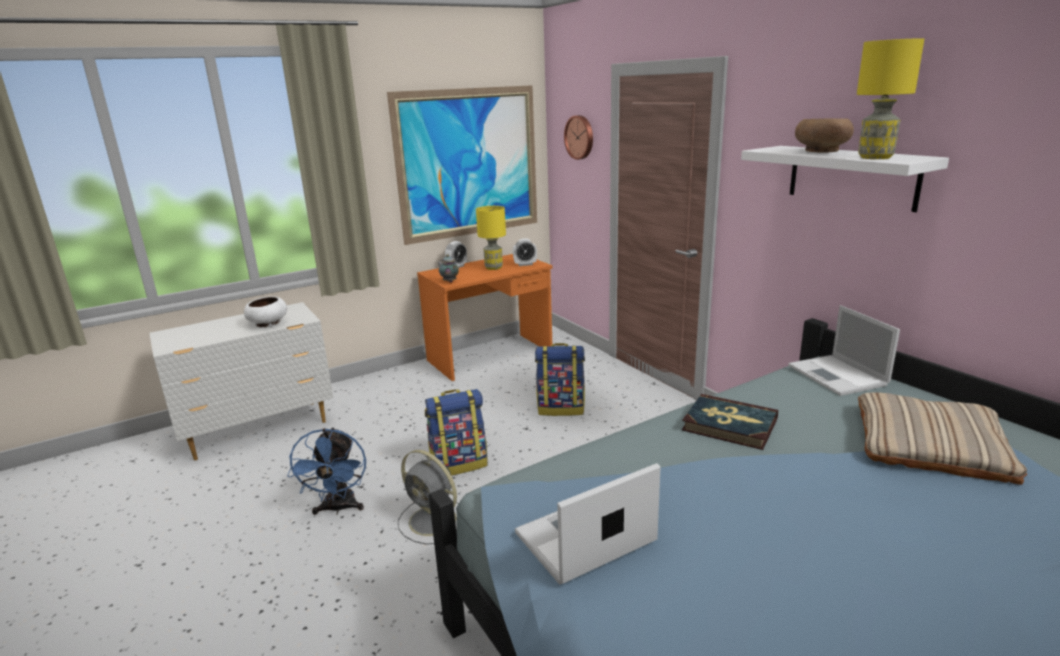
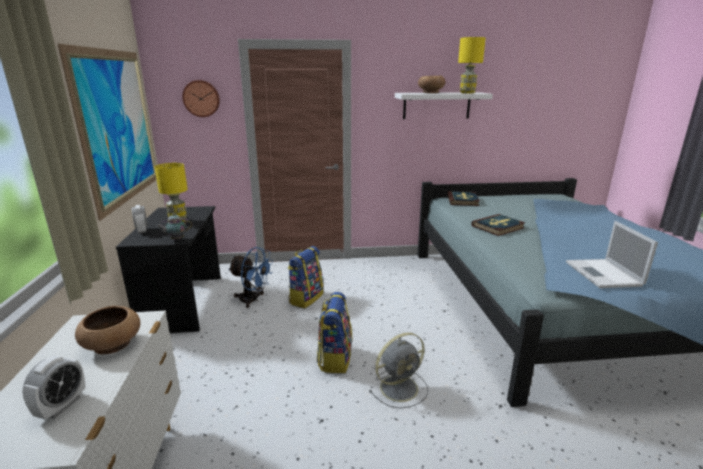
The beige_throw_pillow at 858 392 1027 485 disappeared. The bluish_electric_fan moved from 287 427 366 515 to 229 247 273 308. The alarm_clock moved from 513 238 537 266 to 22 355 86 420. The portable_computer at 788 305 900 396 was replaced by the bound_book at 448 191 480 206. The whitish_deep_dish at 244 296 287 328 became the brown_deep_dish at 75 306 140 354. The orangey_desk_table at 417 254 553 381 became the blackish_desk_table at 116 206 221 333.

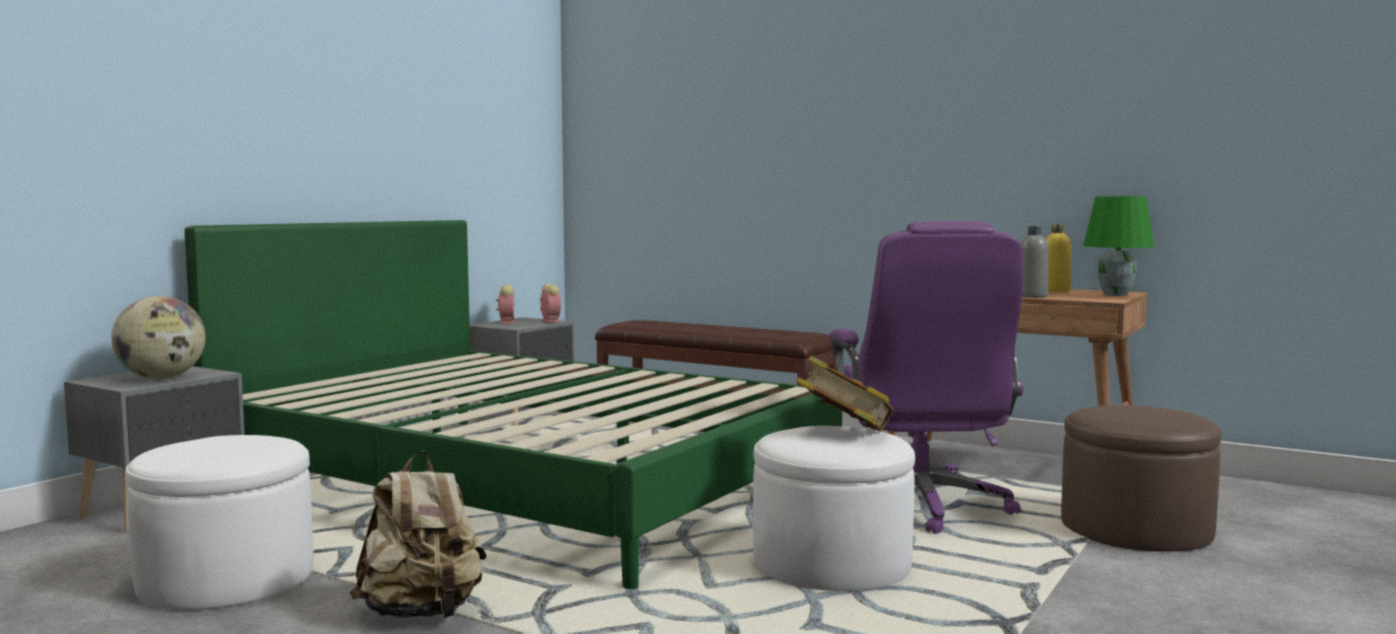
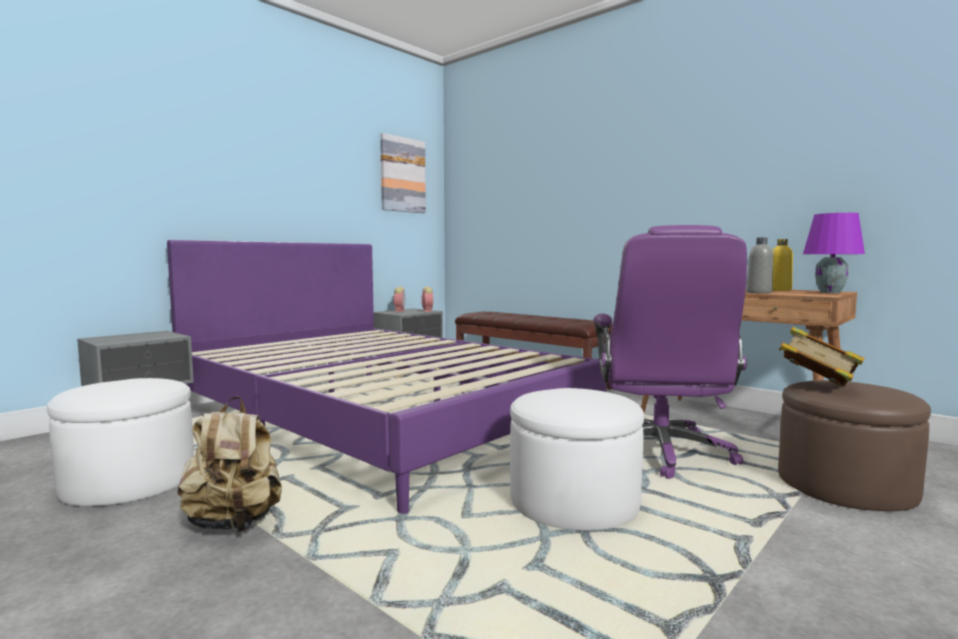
The world_globe at 111 296 206 379 disappeared. The wall_picture at 380 133 426 213 appeared. The bound_book moved from 796 356 893 431 to 779 327 865 386. The greenish_bedroom_bed at 184 220 842 589 became the purplish_bedroom_bed at 167 240 606 514. The greenish_tabletop_lamp at 1083 196 1154 296 became the purplish_tabletop_lamp at 803 213 865 293.

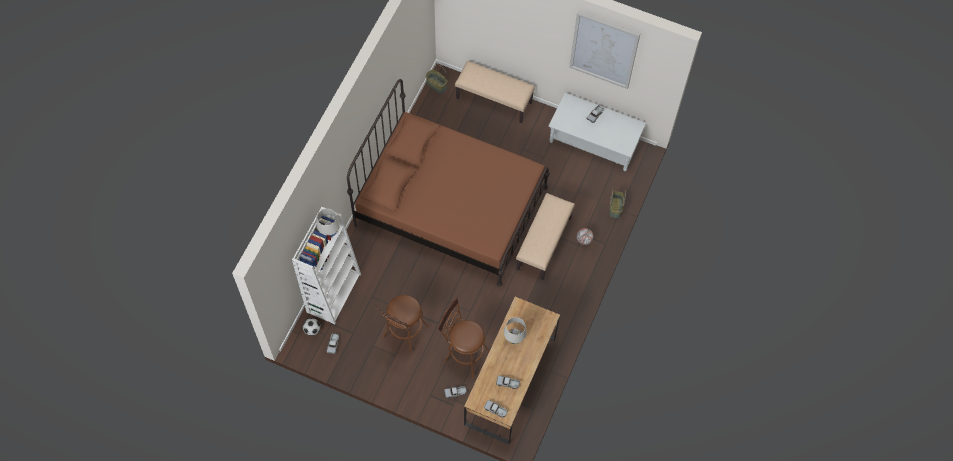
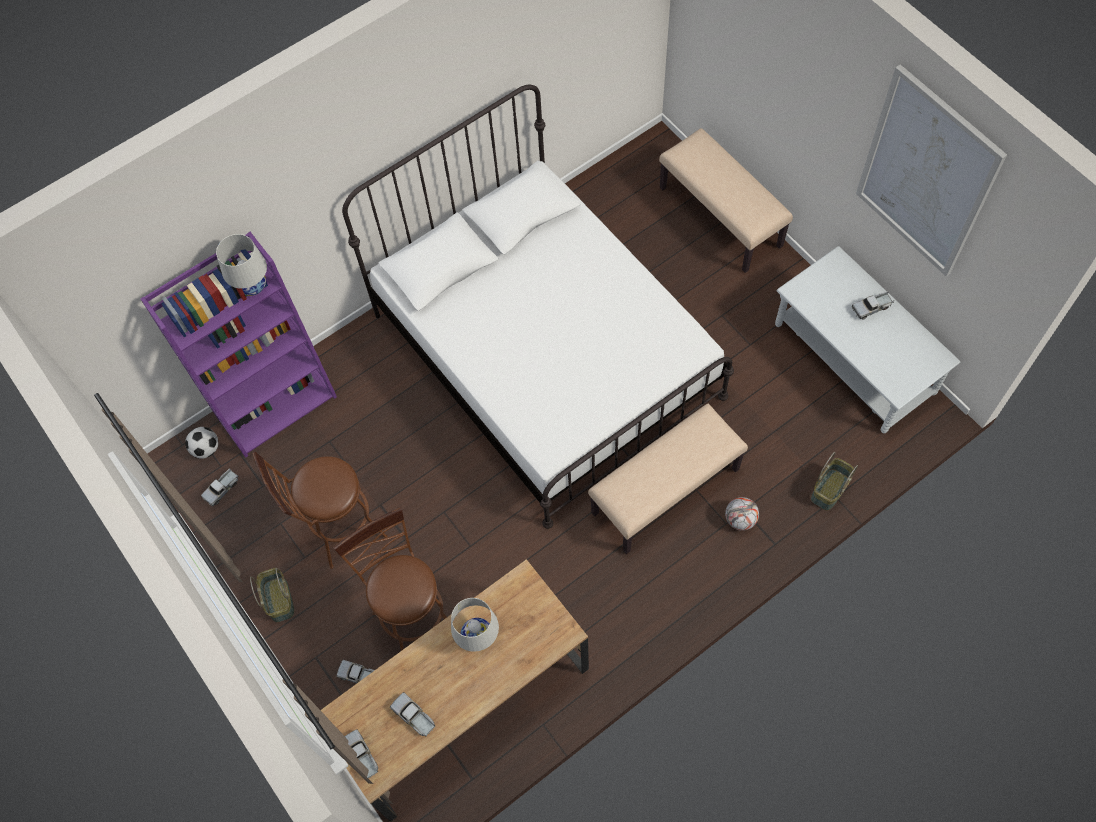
The storage_basket moved from 426 64 447 94 to 250 568 294 622. The whitish_bookshelf at 292 206 361 324 became the purplish_bookshelf at 141 232 337 458. The brown_bedroom_bed at 347 79 550 287 became the whitish_bedroom_bed at 342 84 734 529.

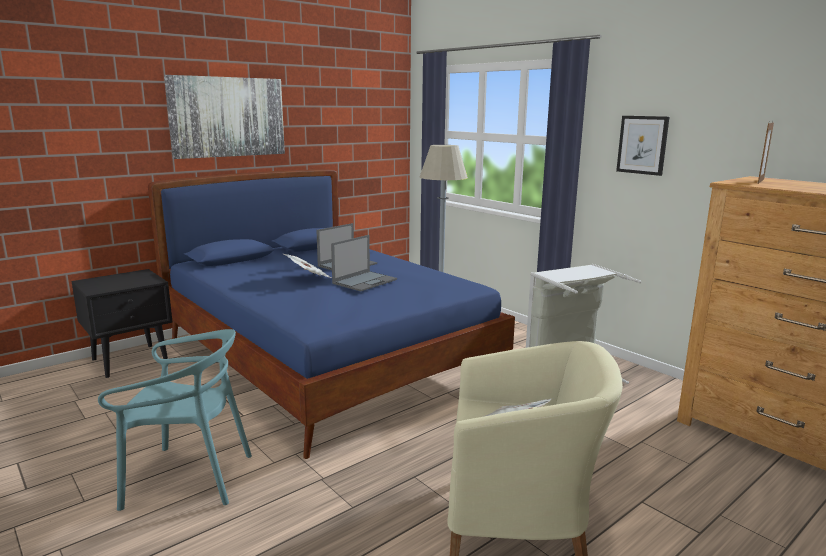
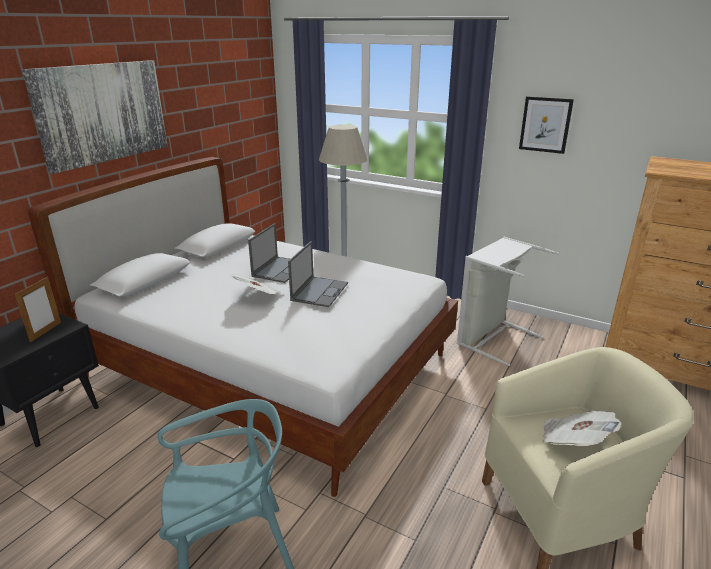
The photo_frame moved from 758 121 774 184 to 15 277 61 342. The bluish_bedroom_bed at 148 169 515 459 became the whitish_bedroom_bed at 28 157 458 497.

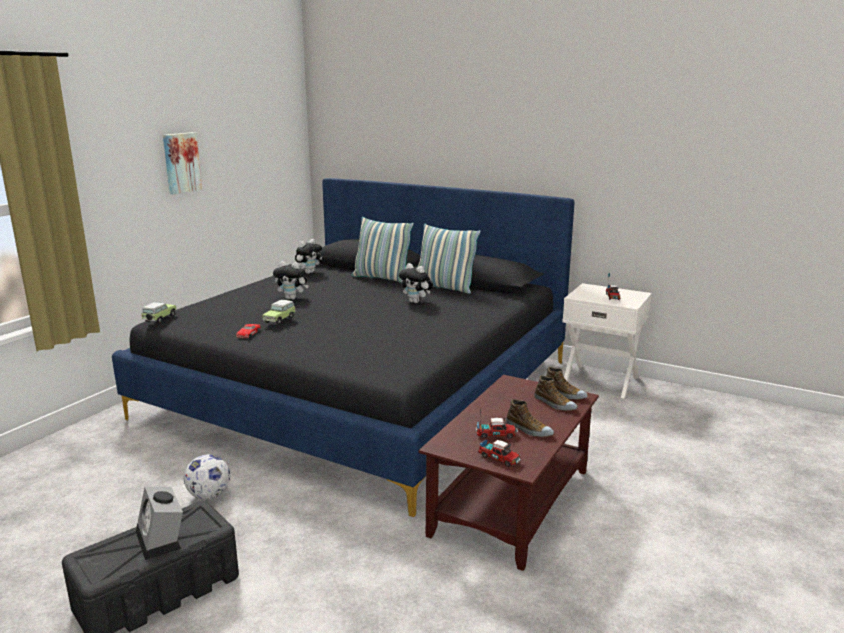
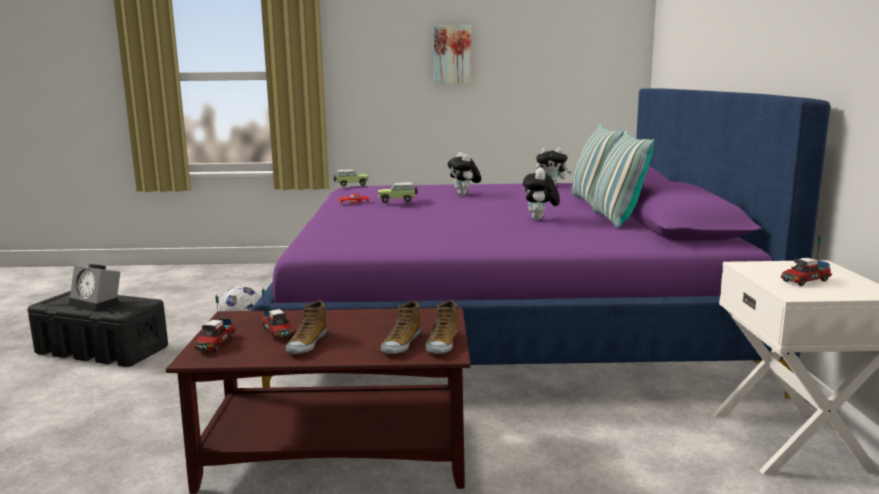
The blackish_bedroom_bed at 112 178 575 517 became the purplish_bedroom_bed at 251 88 831 398. The alarm_clock at 136 486 183 560 turned 90 degrees counterclockwise.

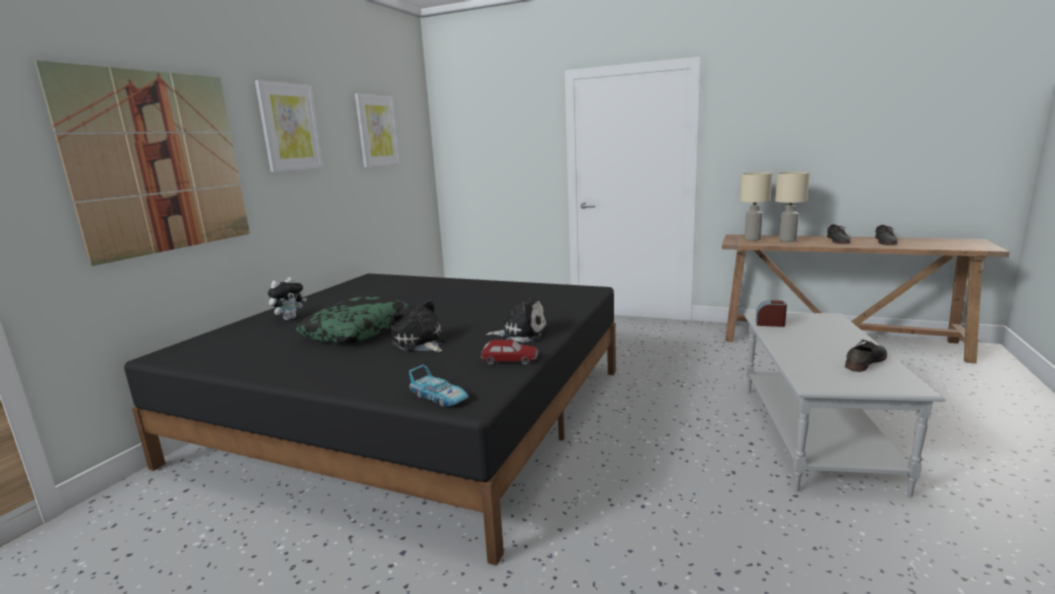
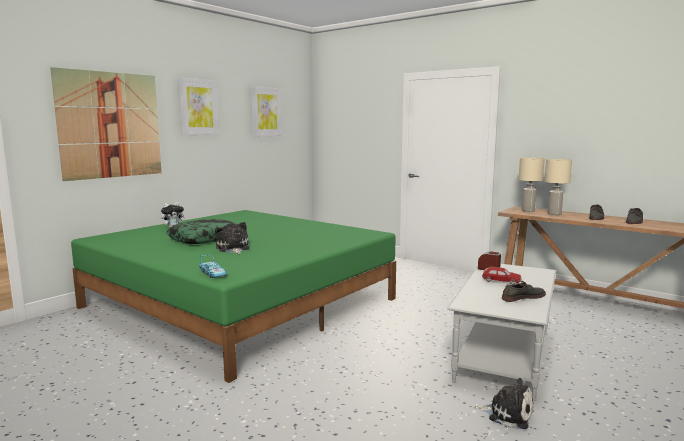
The toy_car moved from 481 340 538 365 to 482 267 522 285. The cuddly_toy moved from 486 296 547 342 to 473 378 534 429. The blackish_bedroom_bed at 124 273 616 566 became the greenish_bedroom_bed at 71 210 396 383.

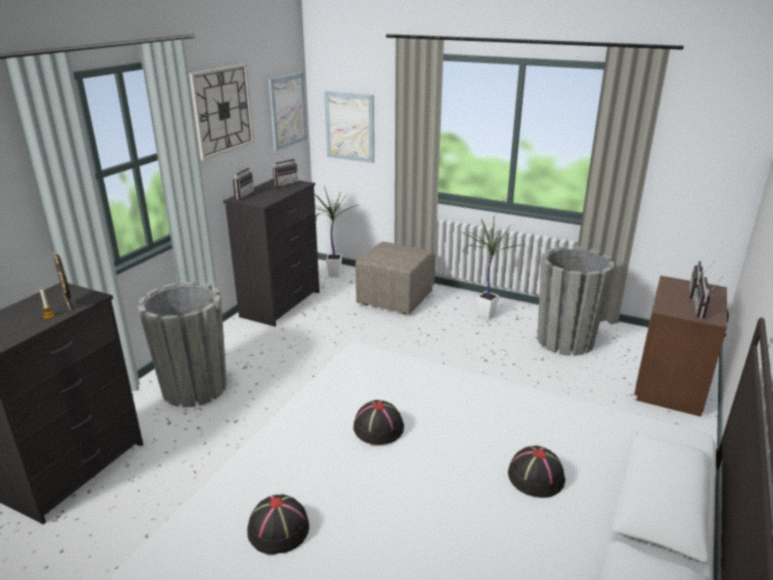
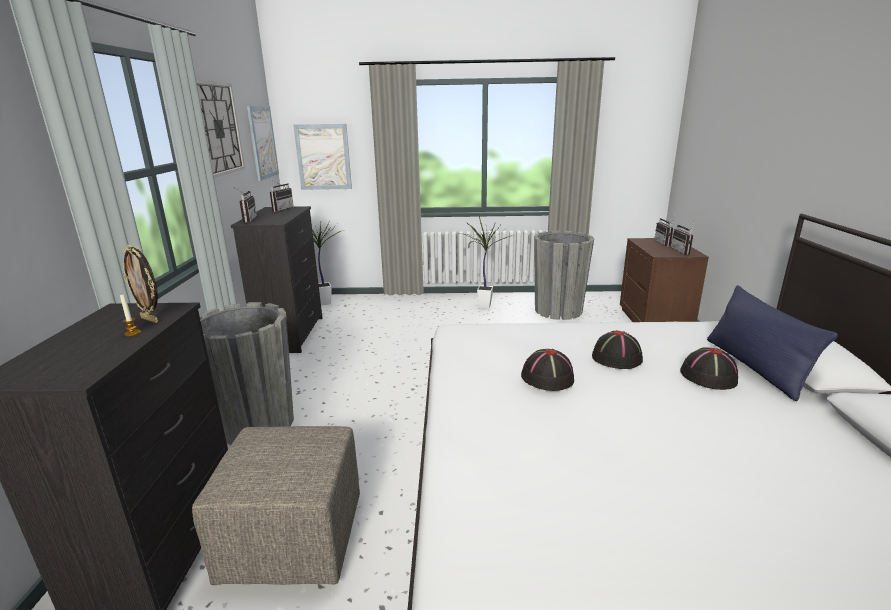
The bluish_throw_pillow at 707 285 838 401 appeared. The blackish_clothing_hat moved from 247 494 309 555 to 592 330 643 369. The beige_ottoman moved from 355 242 433 314 to 192 426 360 585.

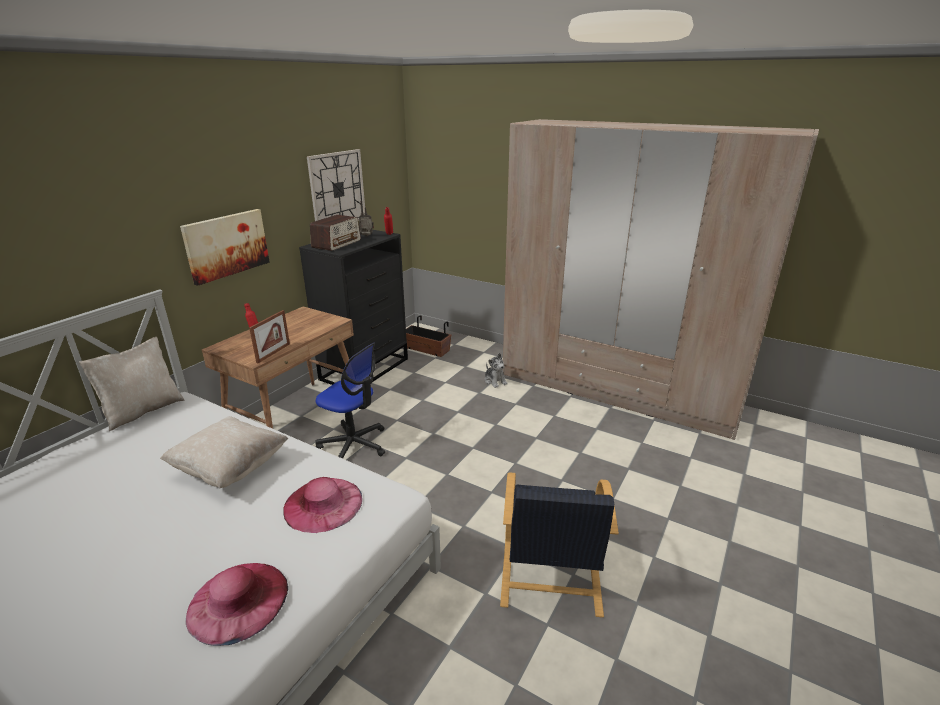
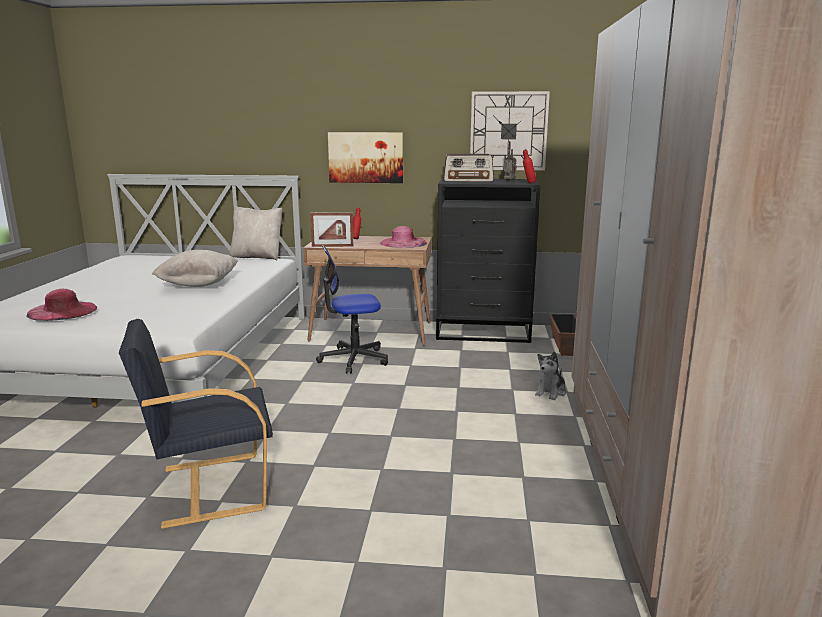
The pinkish_clothing_hat moved from 283 477 362 533 to 380 226 427 248. The desk_chair at 315 342 385 459 turned 75 degrees clockwise.

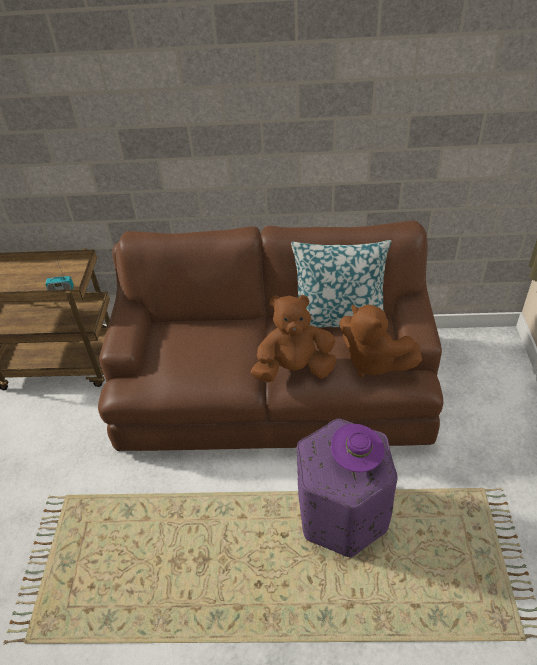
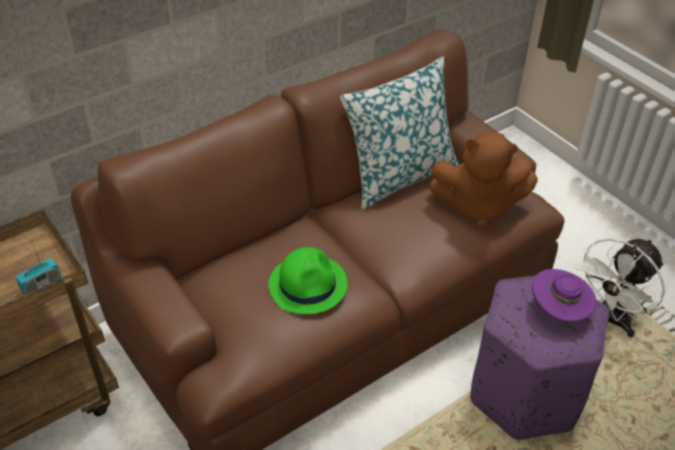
The brown_cuddly_toy at 251 295 336 382 disappeared. The greenish_clothing_hat at 268 247 347 314 appeared. The whitish_electric_fan at 575 238 665 337 appeared.

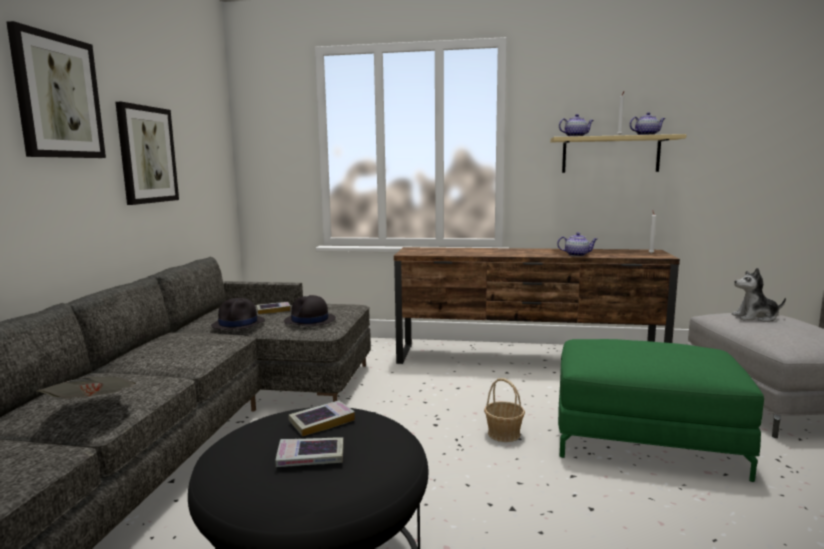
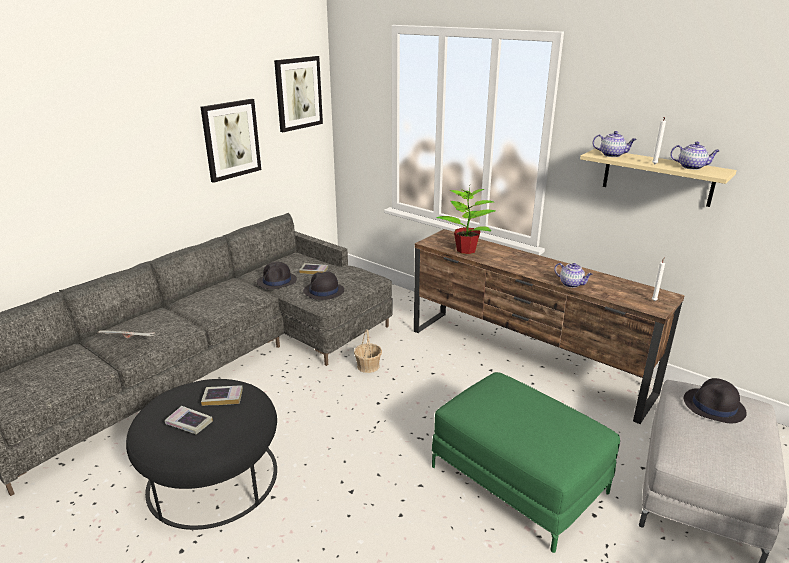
The plant_in_a_pot at 436 183 496 254 appeared. The wall_picture moved from 7 21 106 158 to 274 56 323 132. The storage_basket moved from 484 378 525 442 to 354 329 382 373. The cuddly_toy at 732 268 786 322 was replaced by the blackish_clothing_hat at 684 378 747 423.

